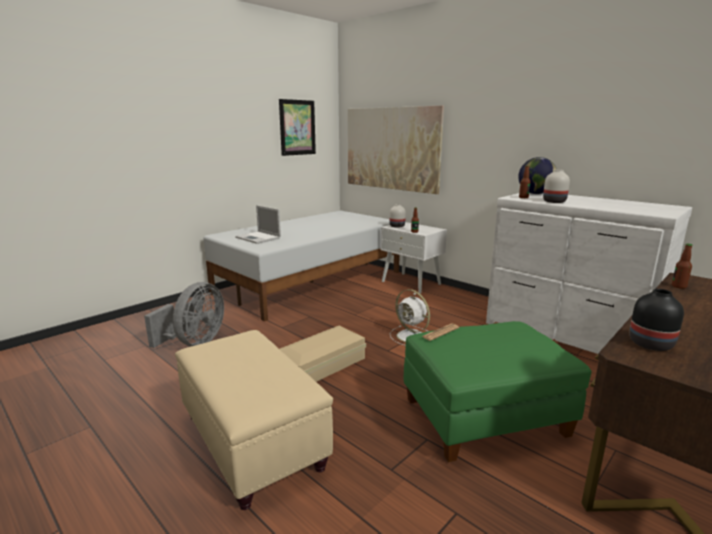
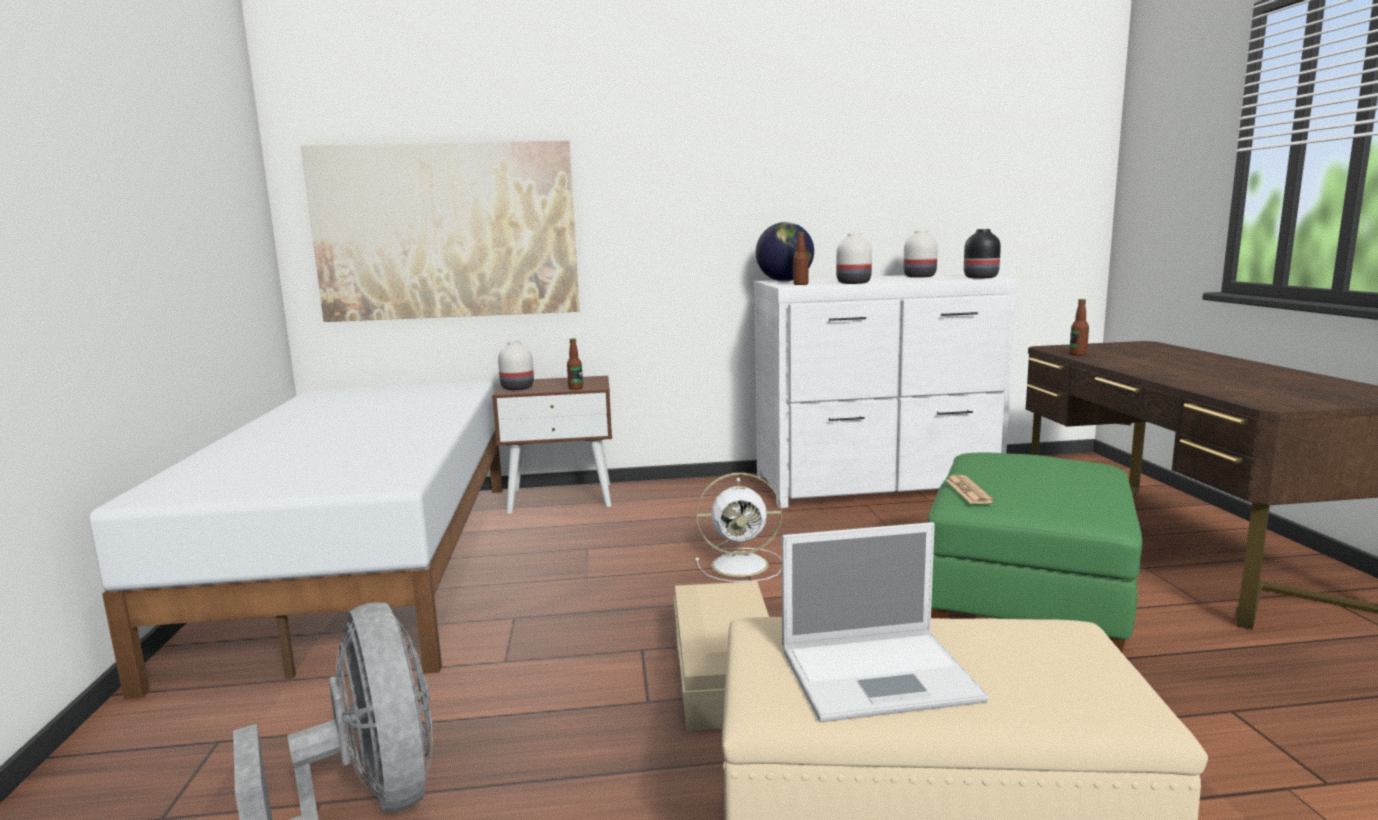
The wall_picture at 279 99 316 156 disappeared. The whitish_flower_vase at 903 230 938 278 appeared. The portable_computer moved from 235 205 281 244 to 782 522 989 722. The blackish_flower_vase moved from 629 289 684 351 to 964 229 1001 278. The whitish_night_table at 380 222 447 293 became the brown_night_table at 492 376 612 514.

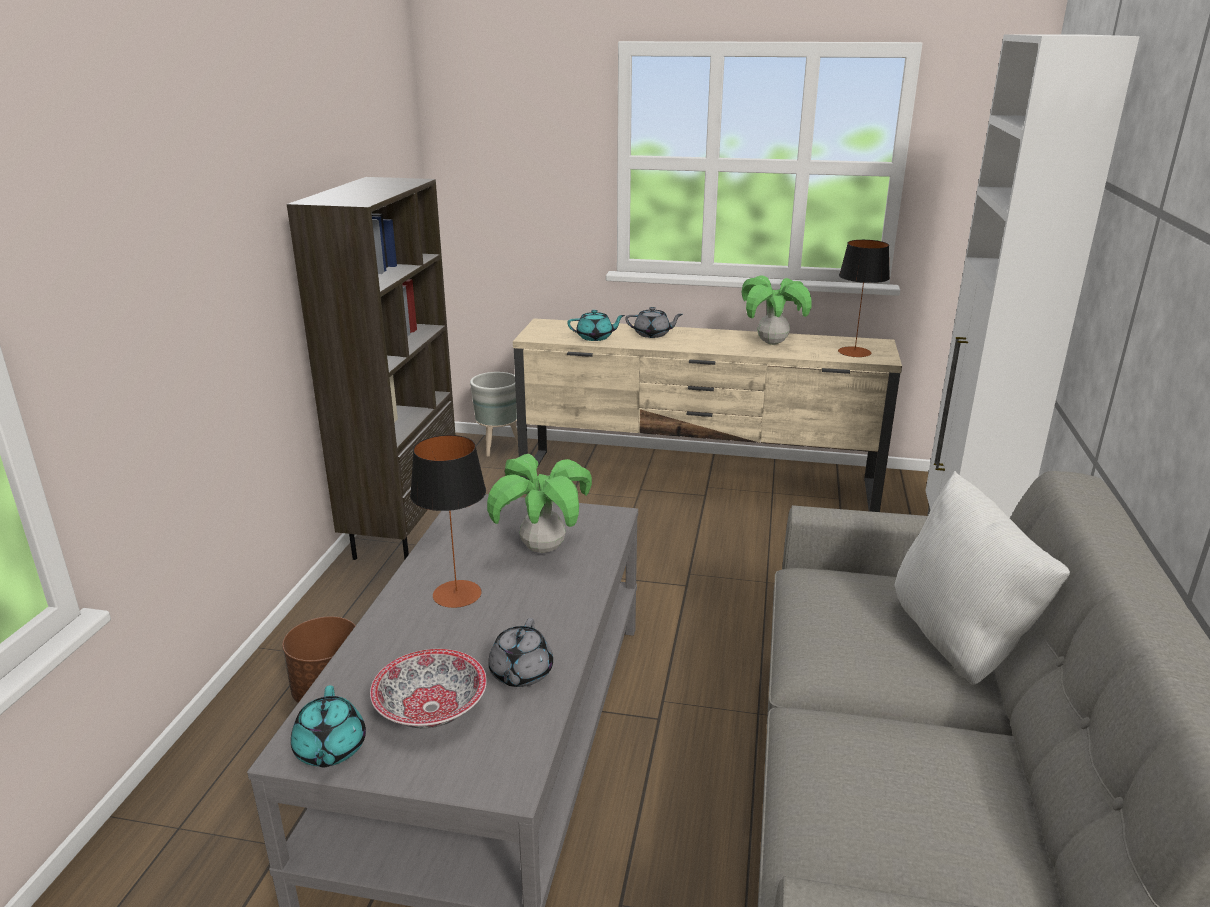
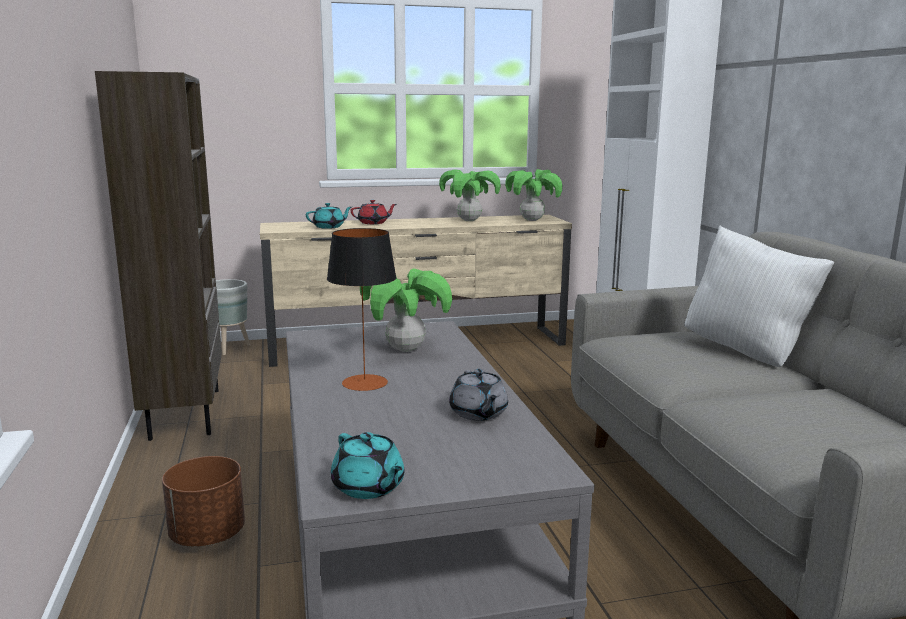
The deep_dish at 370 649 487 728 disappeared. The tabletop_lamp at 838 240 890 357 was replaced by the plant_in_a_pot at 505 169 562 221. The greyish_teapot at 625 307 683 338 became the red_teapot at 351 200 397 224.

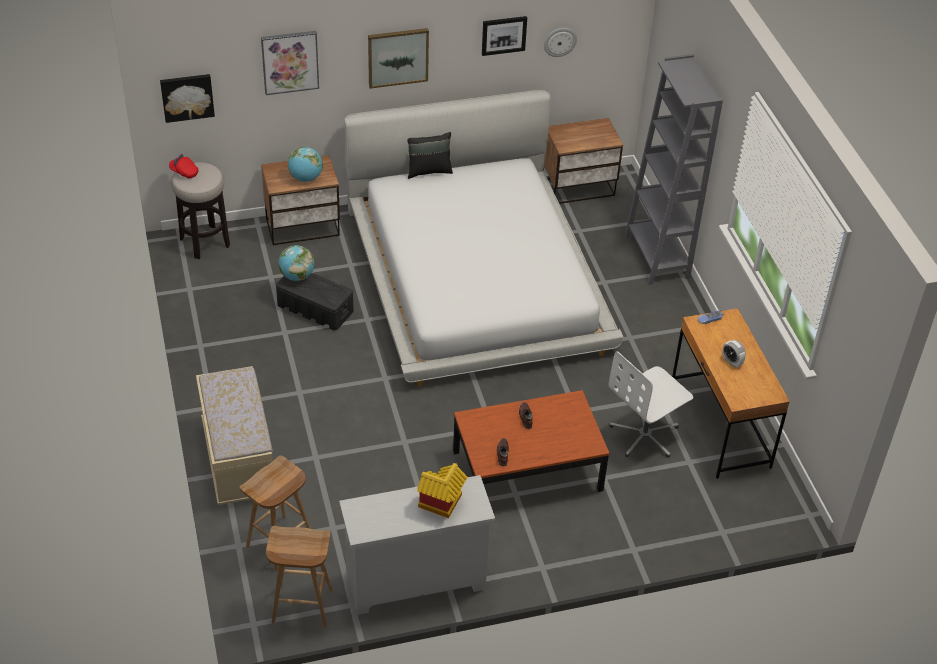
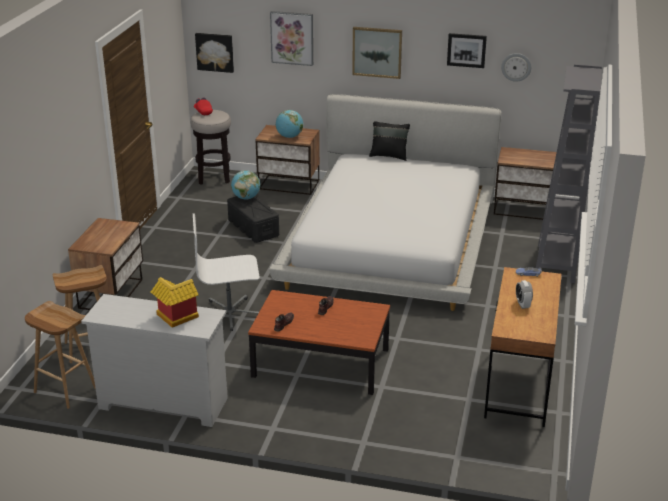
The whitish_desk_chair moved from 609 351 694 458 to 193 213 259 331. The beige_long_seat at 196 366 273 505 was replaced by the night_table at 68 218 143 310.

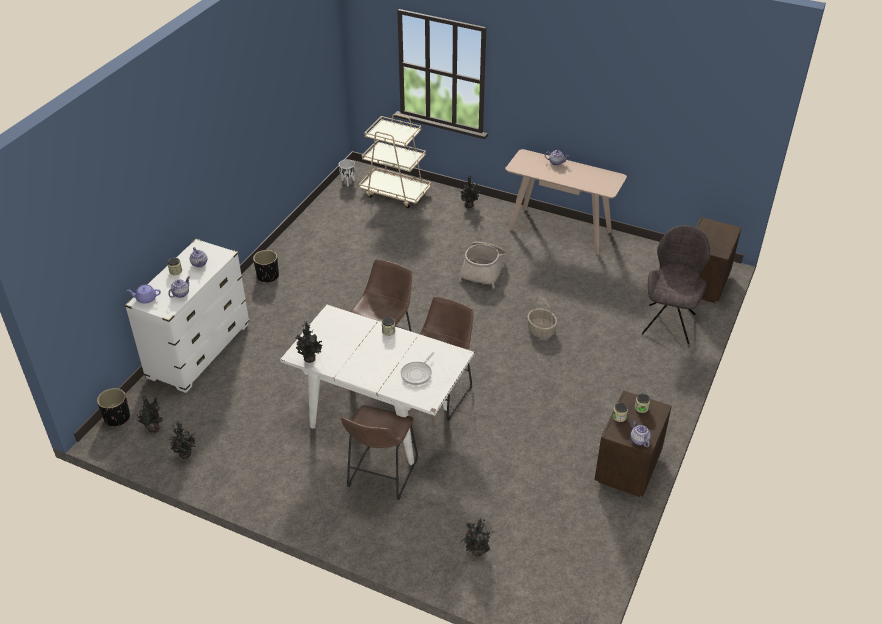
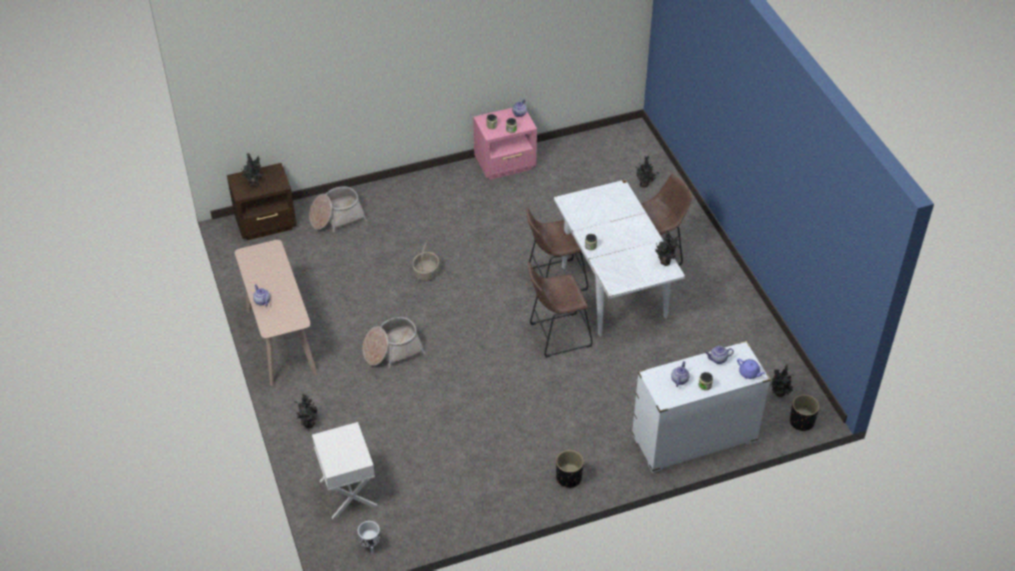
The pan at 401 352 435 385 disappeared. The plant_in_a_pot moved from 170 420 196 459 to 241 153 263 187. The beige_cart at 359 114 431 208 was replaced by the whitish_night_table at 312 422 377 519. The greyish_chair at 642 225 710 344 was replaced by the storage_basket at 309 186 367 232. The brown_night_table at 594 390 672 497 became the pinkish_night_table at 473 108 537 180.

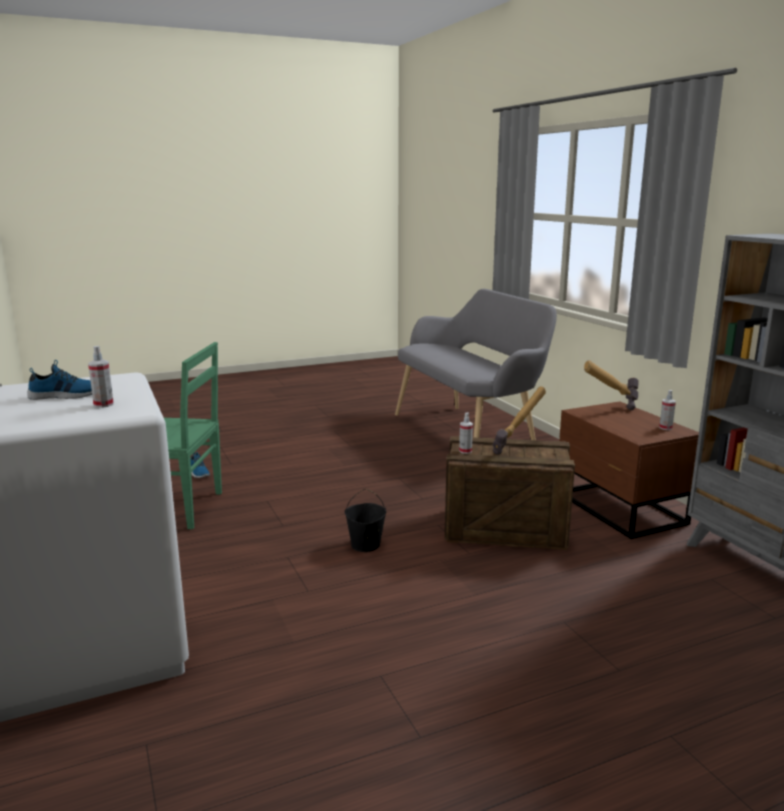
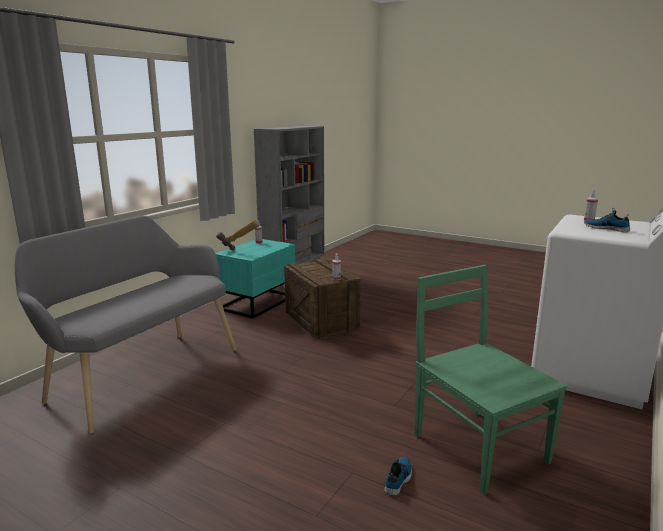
The blackish_pail at 345 489 386 552 disappeared. The hand_hammer at 493 387 546 455 disappeared. The brown_night_table at 559 401 699 539 became the turquoise_night_table at 215 239 295 319.

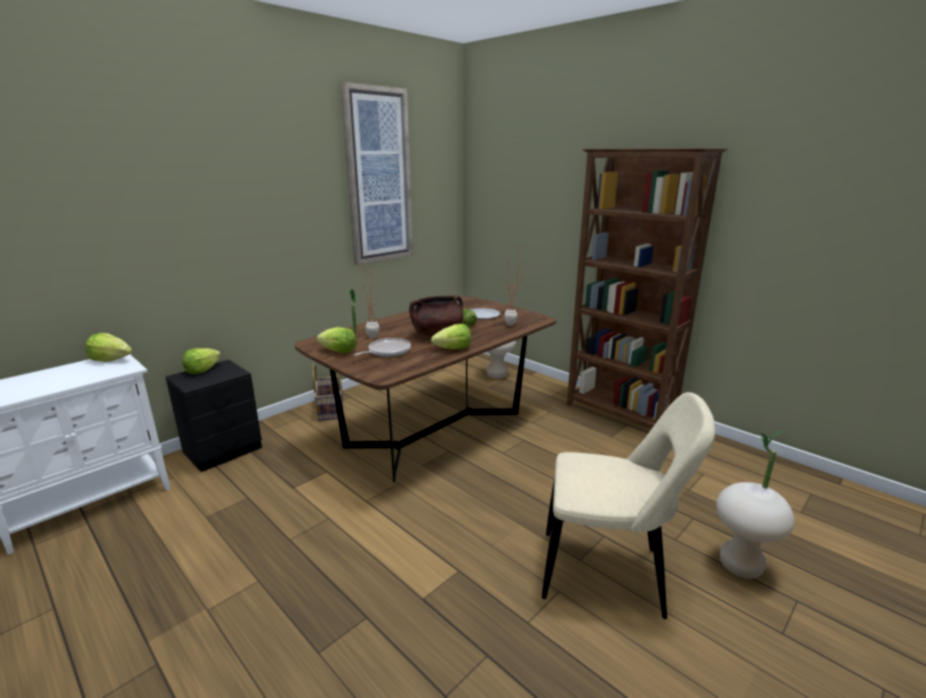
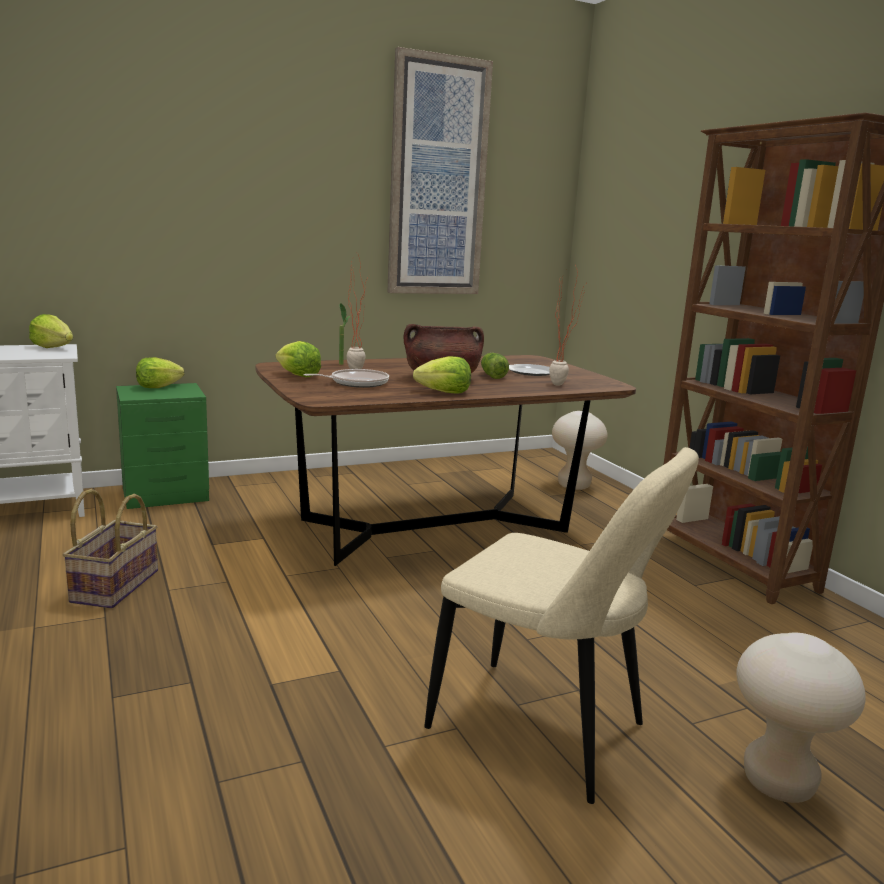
The plant_in_a_pot at 761 431 784 488 disappeared. The storage_basket moved from 312 363 343 421 to 63 489 158 609. The blackish_night_table at 166 360 262 472 became the greenish_night_table at 116 383 209 509.

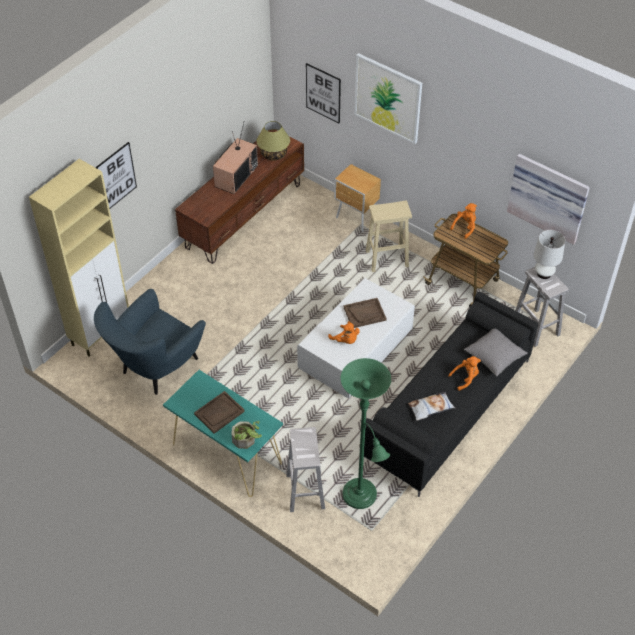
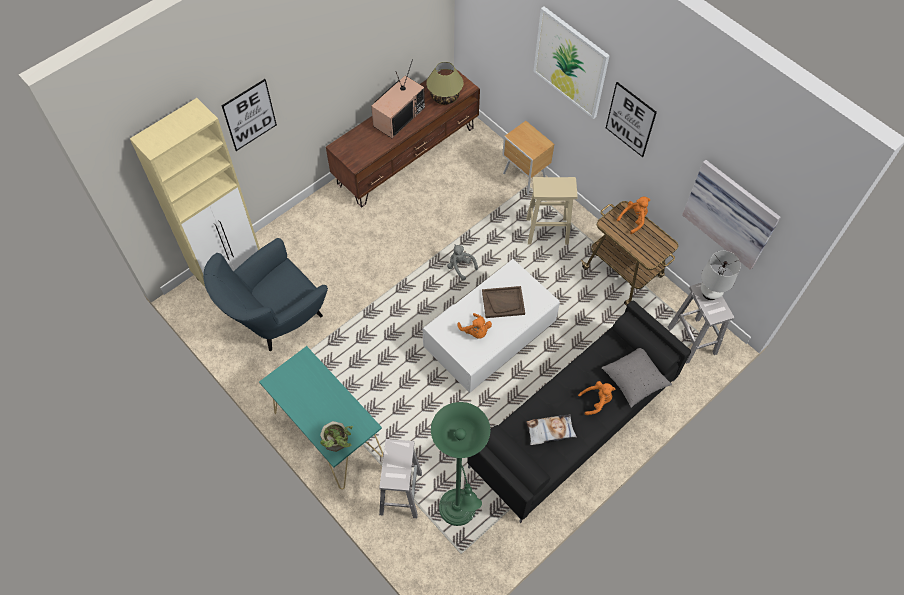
The brown_tray at 194 391 245 434 disappeared. The greyish_cuddly_toy at 447 244 478 281 appeared. The wall_picture moved from 306 63 341 123 to 606 82 657 157.

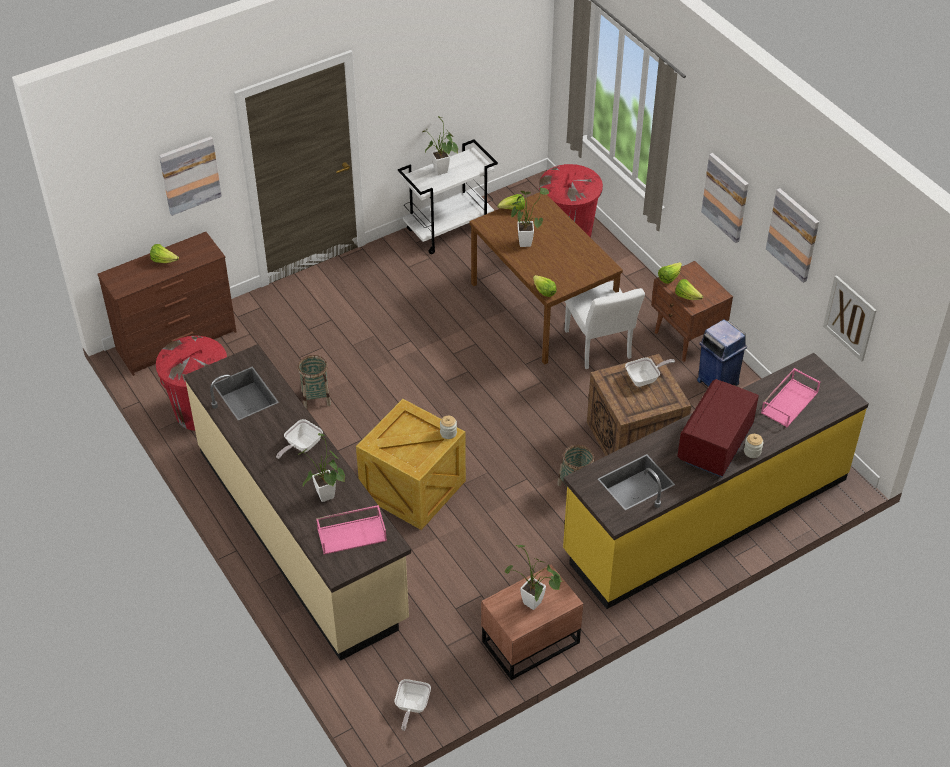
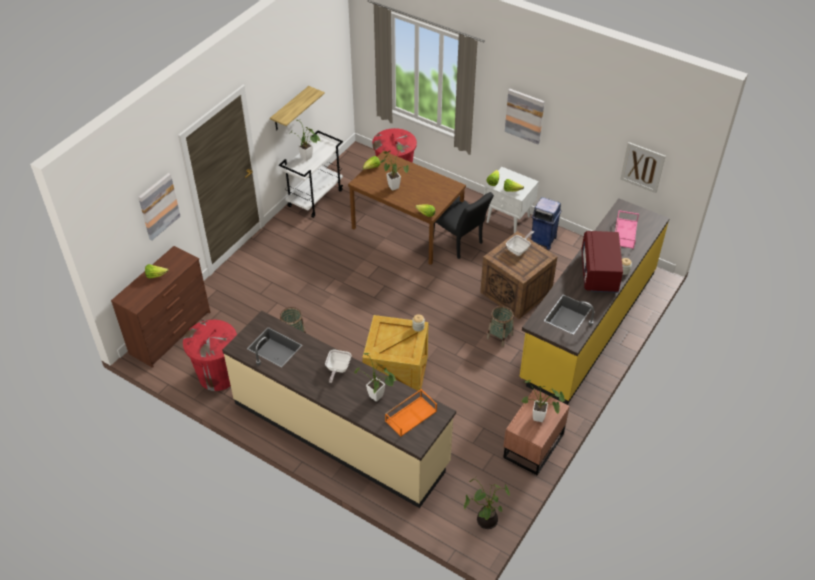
The wall_picture at 766 188 819 283 disappeared. The bracket_shelf at 270 86 325 130 appeared. The pan at 395 679 431 731 was replaced by the plant_in_a_pot at 464 477 510 529. The pinkish_tray at 316 505 387 555 became the orangey_tray at 385 389 437 437. The whitish_chair at 565 281 645 369 became the blackish_chair at 433 192 494 259. The brown_night_table at 651 261 733 362 became the whitish_night_table at 484 167 539 233.

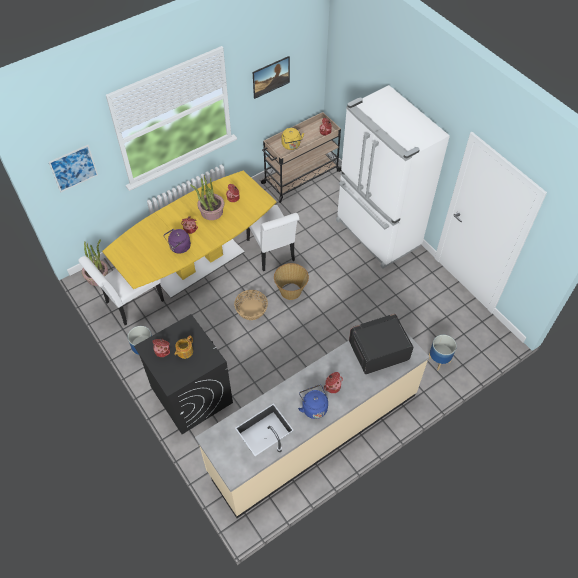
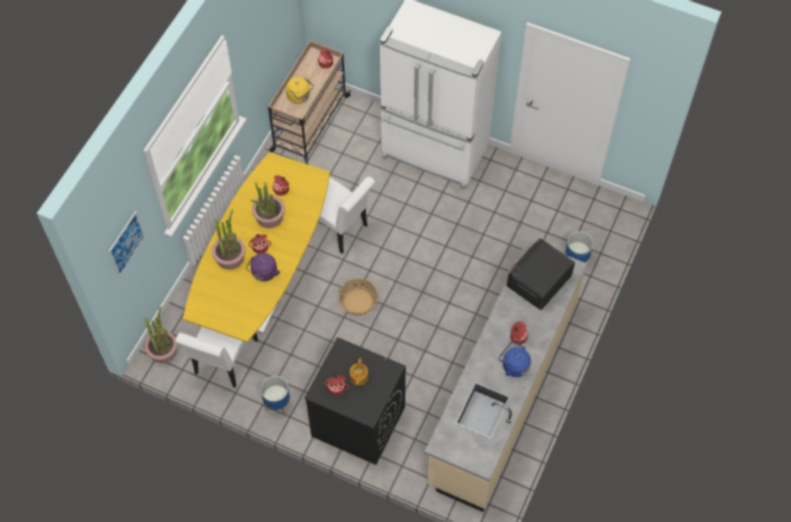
The wall_picture at 253 56 290 99 disappeared. The storage_basket at 274 263 309 300 disappeared. The plant_in_a_pot at 212 210 245 270 appeared.

